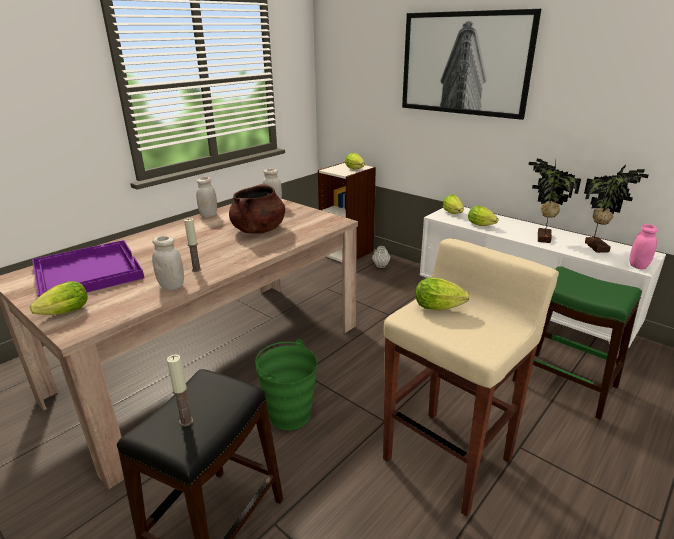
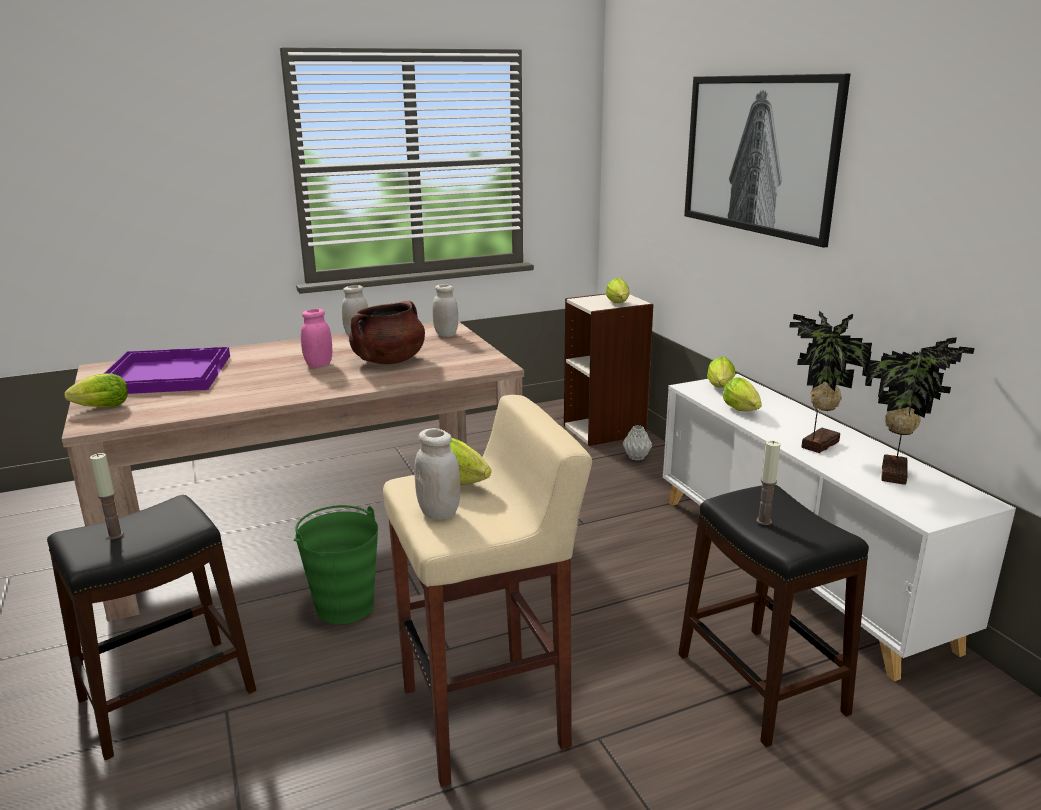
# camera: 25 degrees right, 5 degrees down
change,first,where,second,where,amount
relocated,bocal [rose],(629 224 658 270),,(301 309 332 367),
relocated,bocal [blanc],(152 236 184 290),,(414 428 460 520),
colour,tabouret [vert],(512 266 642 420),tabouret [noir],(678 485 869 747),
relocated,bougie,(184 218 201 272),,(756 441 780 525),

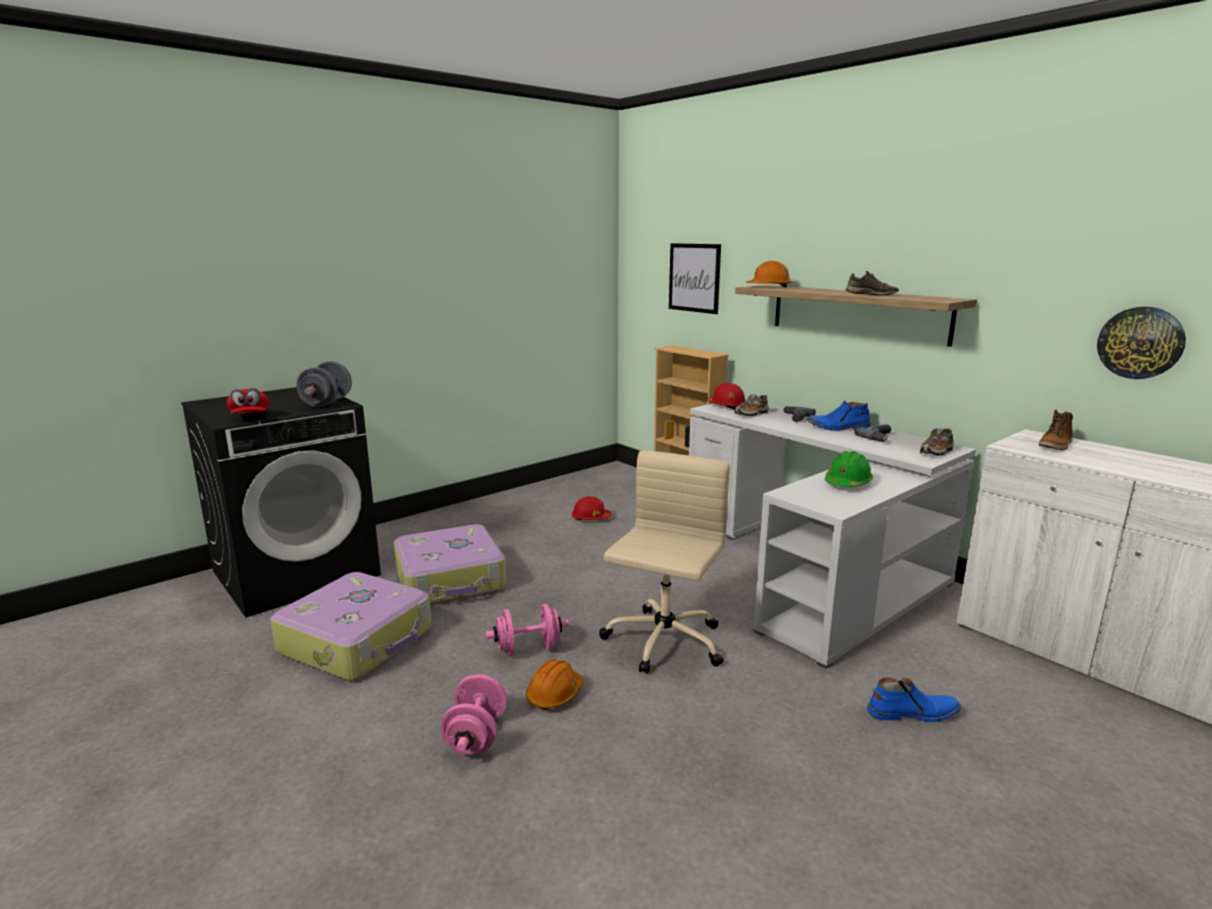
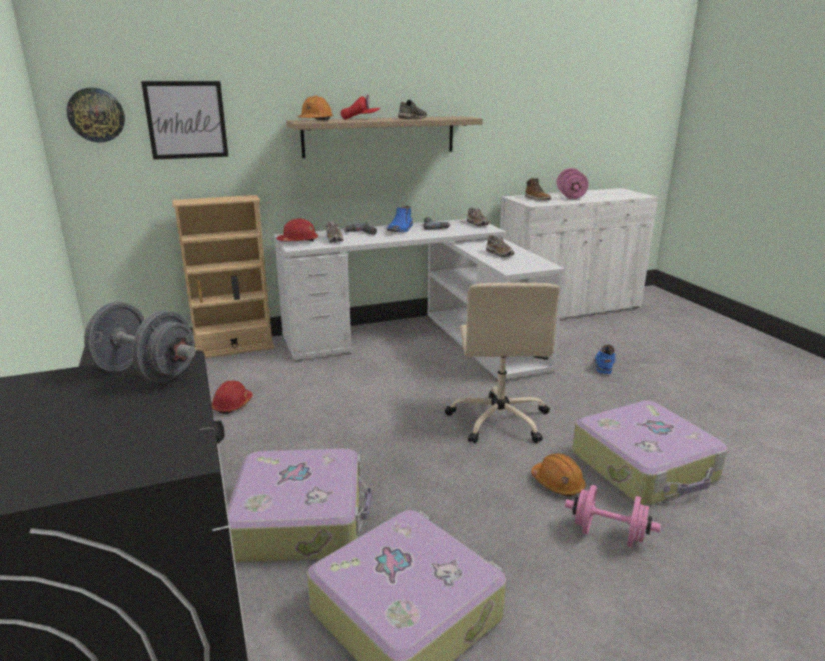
# camera: 70 degrees left, 5 degrees up
change,first,where,second,where,amount
relocated,horloge murale,(1097 306 1186 379),,(67 88 125 142),
relocated,casquette [rouge],(227 388 269 413),,(341 95 381 120),
spun,chaise de bureau [beige],(599 450 730 674),,(445 283 560 443),135 degrees counterclockwise
exchanged,casque de chantier [vert],(825 451 873 487),chaussure,(486 235 514 258),
relocated,haltère [rose],(486 604 569 656),,(557 168 588 199),
appeared,,,valise,(572 400 728 506),

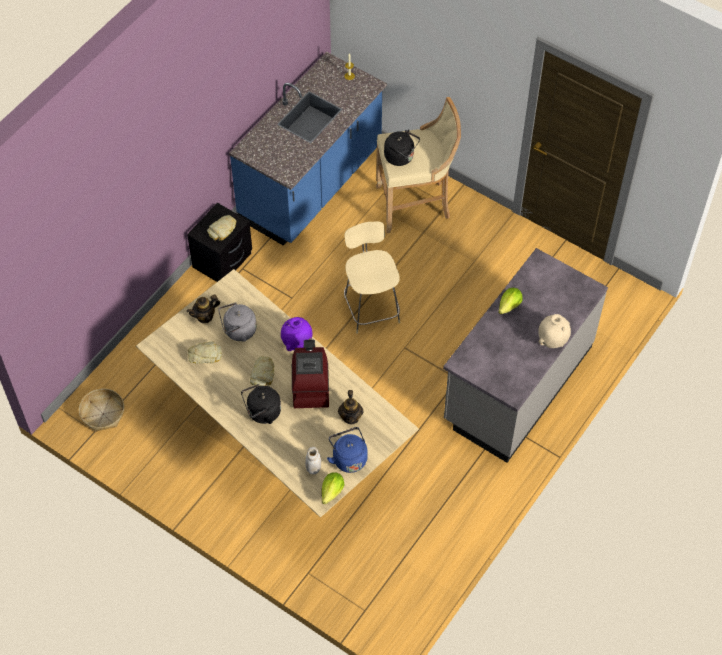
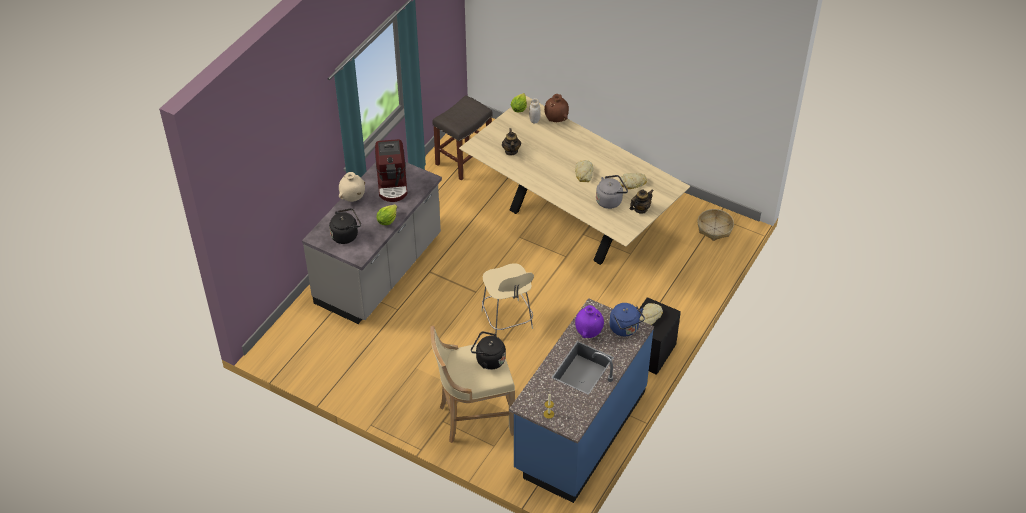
# camera: 175 degrees right, 10 degrees down
change,first,where,second,where,amount
relocated,bouilloire [noir],(241 384 281 424),,(329 208 361 244),
relocated,machine à café,(292 340 329 408),,(375 139 408 202),
appeared,,,tabouret [gris],(432 95 493 181),
appeared,,,vase [marron],(544 94 569 122),
relocated,vase [violet],(281 317 312 351),,(575 305 604 338),
relocated,bouilloire [bleu],(327 427 368 473),,(610 303 645 336),

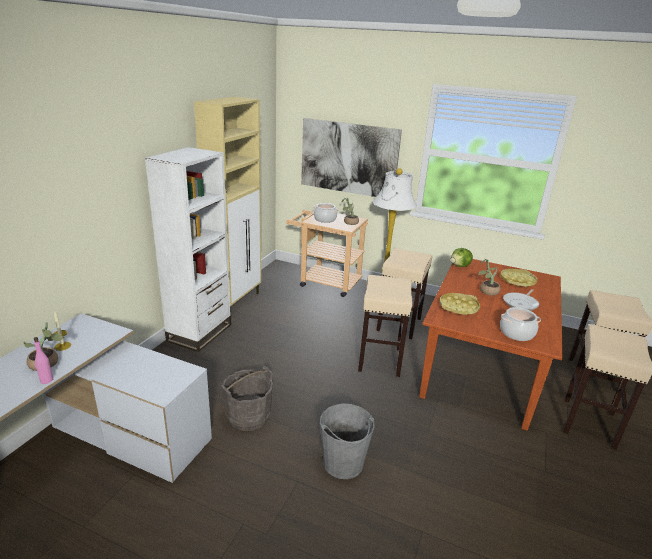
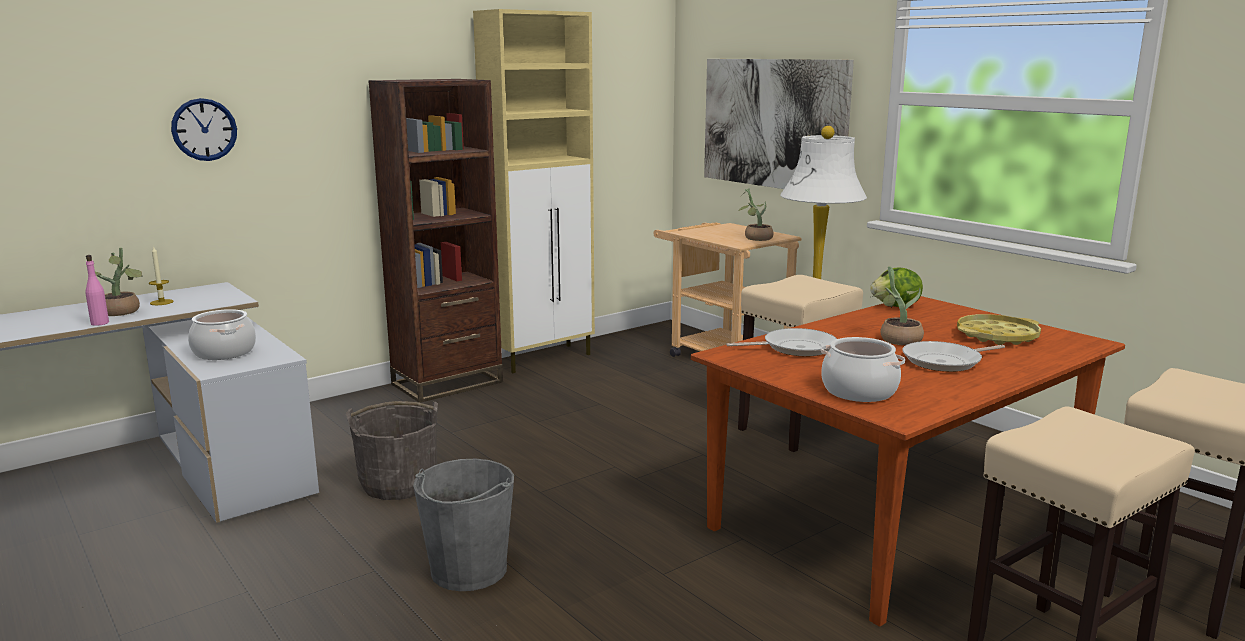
# camera: 30 degrees right, 10 degrees down
change,first,where,second,where,amount
appeared,,,horloge murale,(171 98 237 161),
relocated,marmite,(314 203 338 223),,(188 309 256 360),
colour,bibliothèque [blanc],(145 147 231 352),bibliothèque [marron],(368 79 503 403),
exchanged,plateau [jaune],(440 293 480 315),poêle,(726 328 837 356),
missing,tabouret [beige],(358 275 413 377),,,

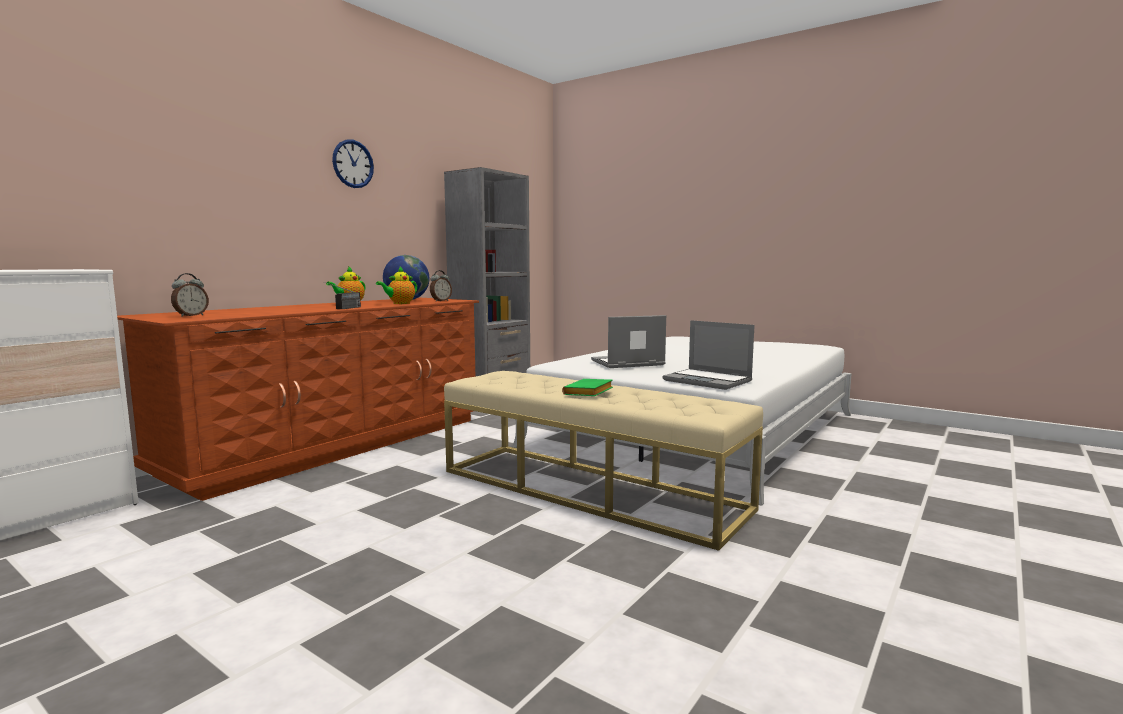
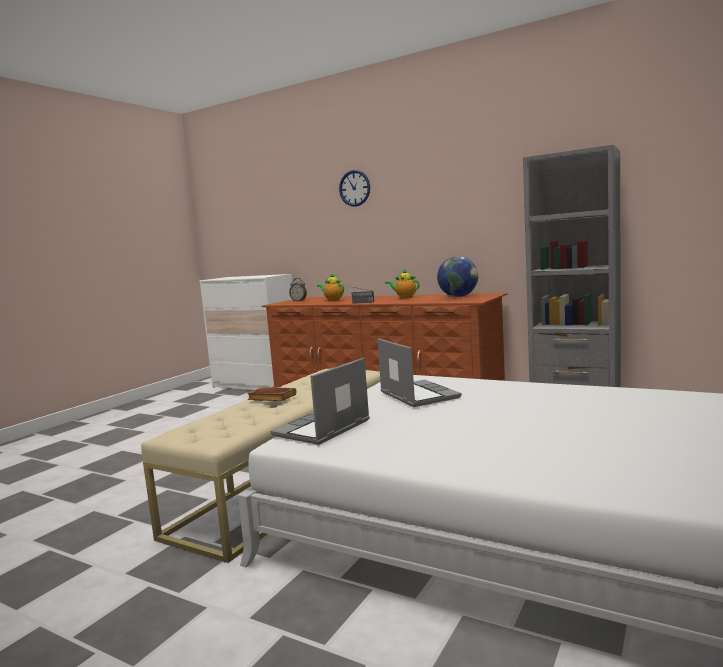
# camera: 85 degrees right, 0 degrees up
change,first,where,second,where,amount
colour,livre [vert],(562 379 613 396),livre [marron],(247 387 296 401),
relocated,théière,(376 267 417 304),,(317 273 344 301),
relocated,horloge murale,(332 140 374 188),,(339 170 370 207),
missing,réveil,(430 270 452 301),,,

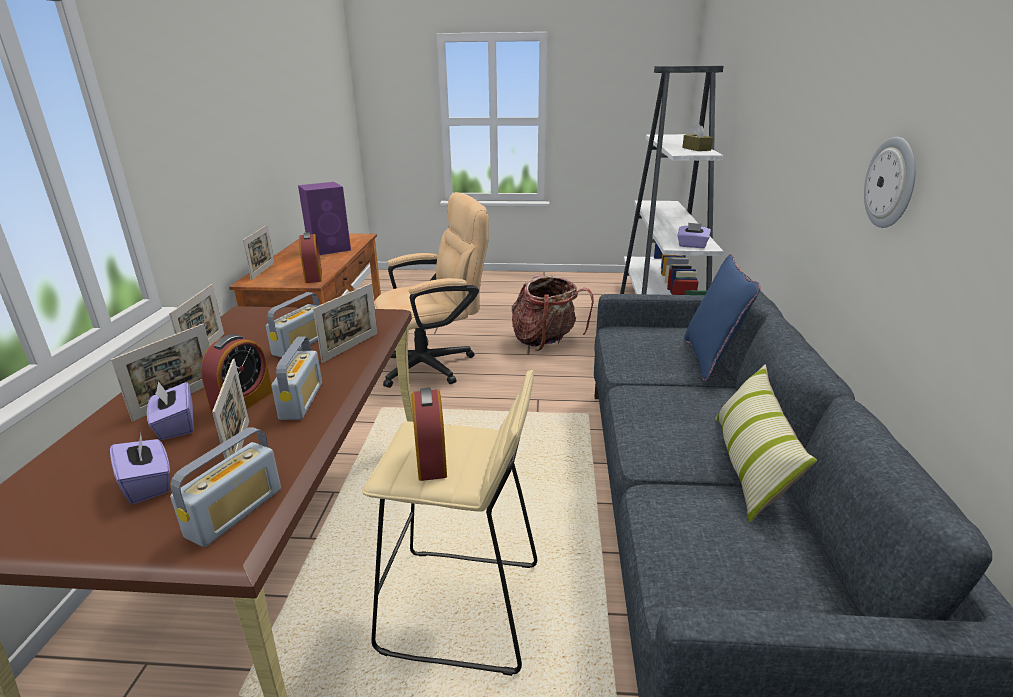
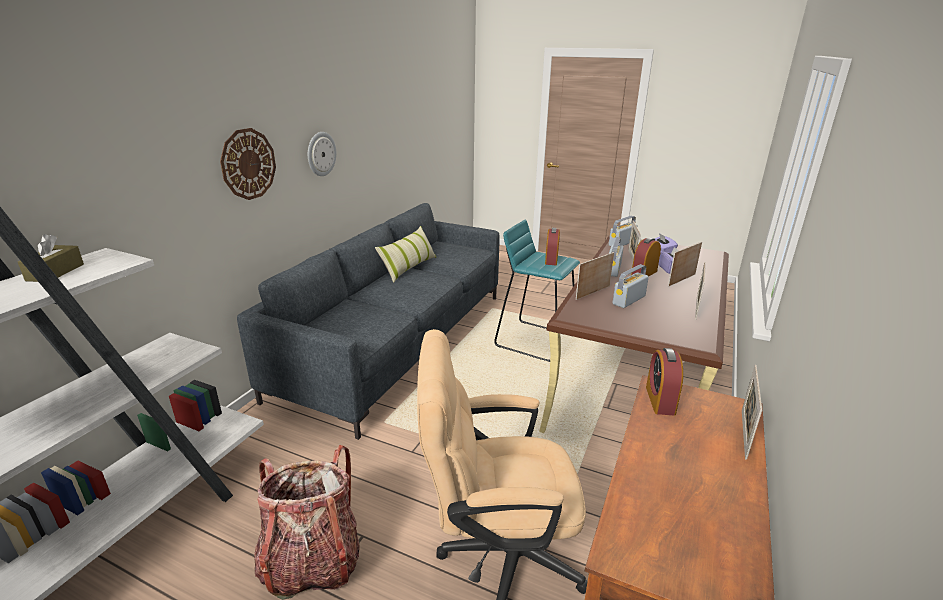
# camera: 160 degrees left, 0 degrees up
change,first,where,second,where,amount
appeared,,,horloge murale,(220 128 276 200),
colour,tabouret [beige],(362 370 537 676),tabouret [turquoise],(494 220 580 362),
missing,enceinte [violet],(298 182 351 255),,,
missing,boîte à mouchoirs [violet],(677 222 711 248),,,
missing,coussin [bleu],(684 254 761 381),,,

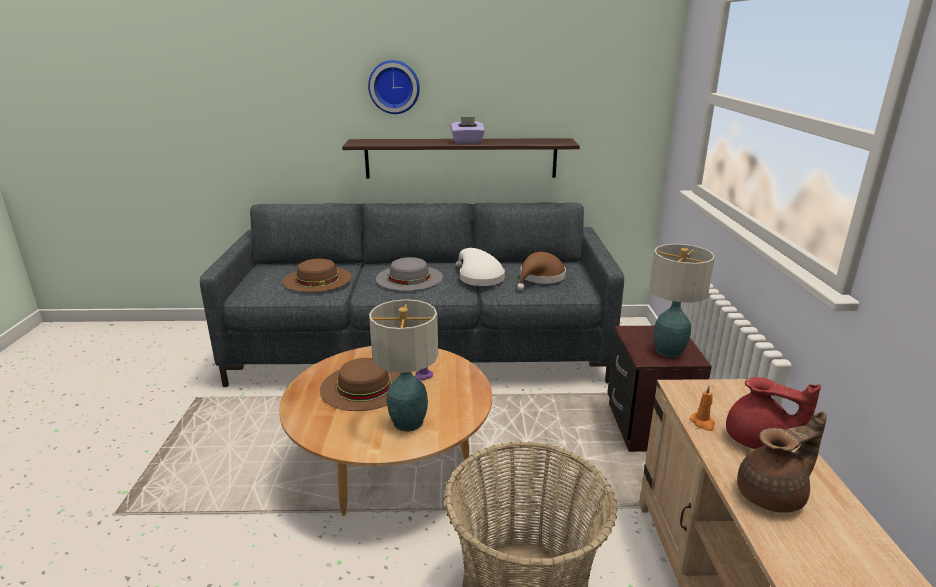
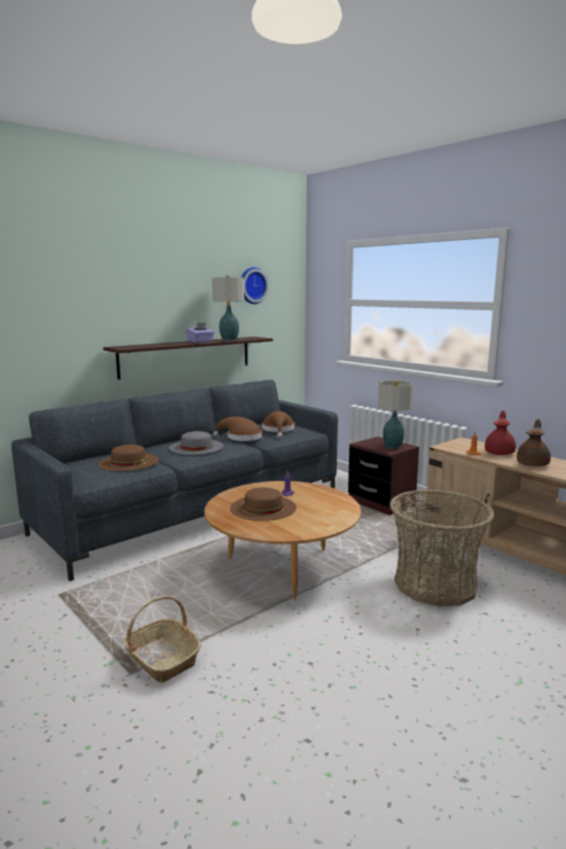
# camera: 40 degrees left, 10 degrees down
change,first,where,second,where,amount
appeared,,,panier,(123 596 201 683),
relocated,lampe de table,(369 299 438 432),,(212 275 244 341),
colour,chapeau [blanc],(456 248 505 286),chapeau [marron],(213 417 262 441),
relocated,horloge murale,(368 60 420 114),,(241 267 269 304),
spun,théière [rouge],(726 377 821 449),,(485 410 516 455),60 degrees counterclockwise

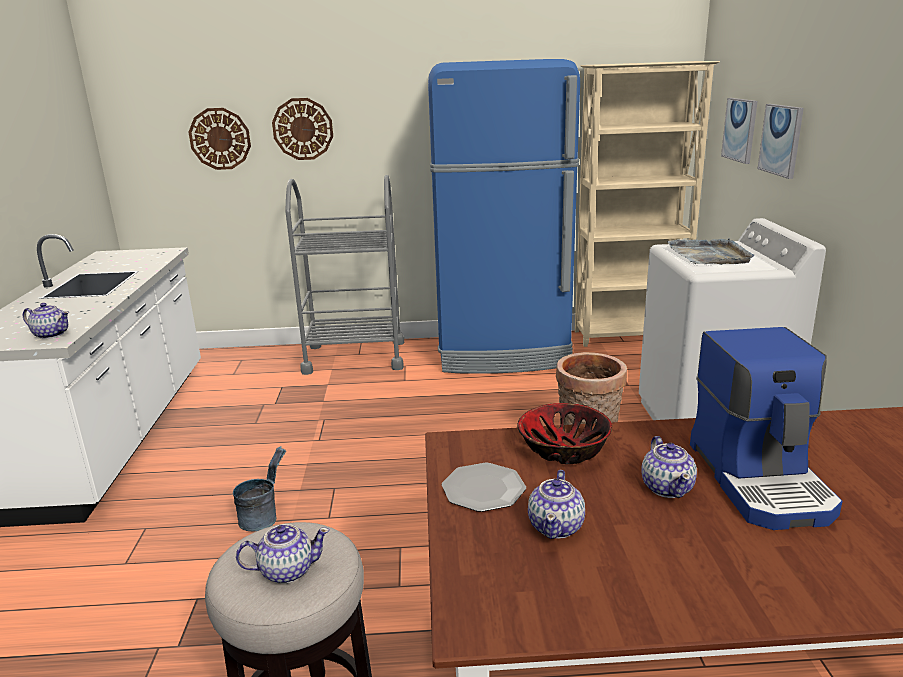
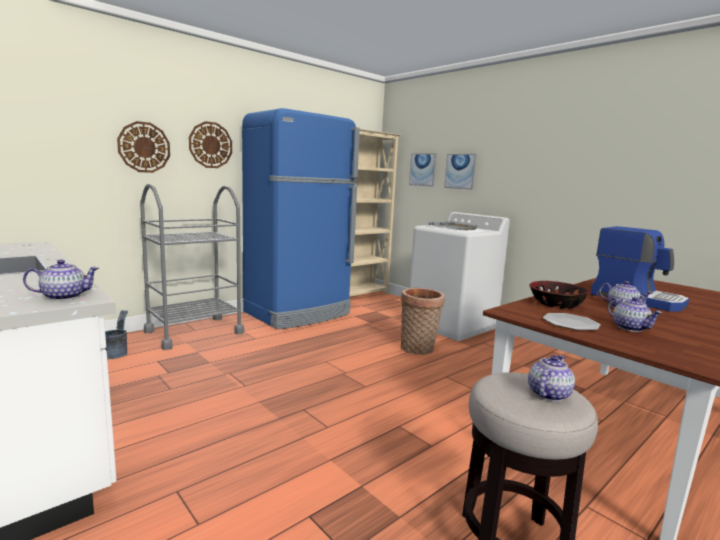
# camera: 40 degrees left, 10 degrees down
change,first,where,second,where,amount
relocated,seau [gris],(233 446 286 531),,(104 310 128 359),
relocated,horloge murale,(188 108 251 170),,(189 121 232 168),

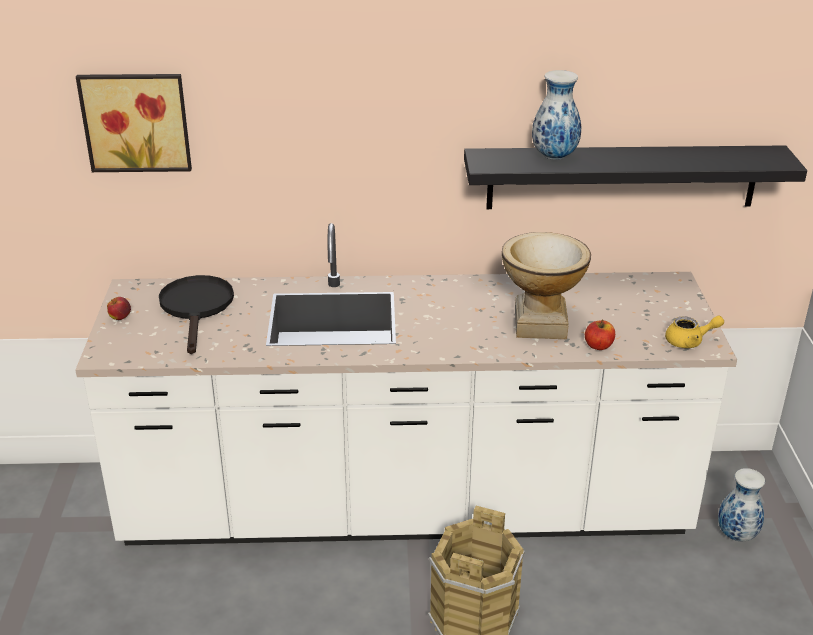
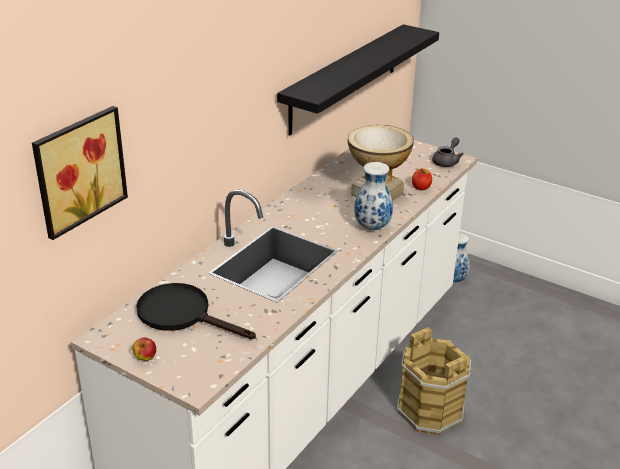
# camera: 55 degrees left, 0 degrees up
change,first,where,second,where,amount
relocated,vase,(532 70 581 160),,(354 162 393 231),
colour,théière [jaune],(665 316 724 348),théière [gris],(432 137 464 167),

